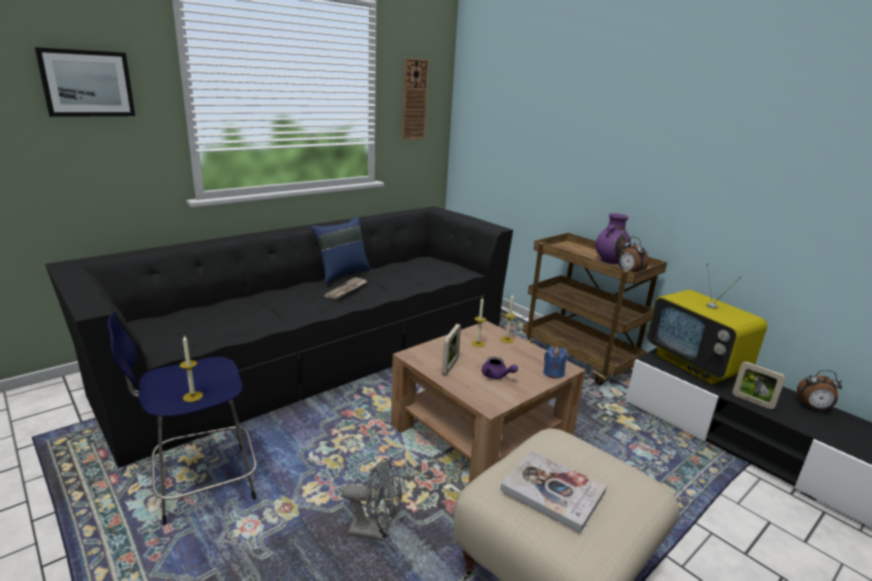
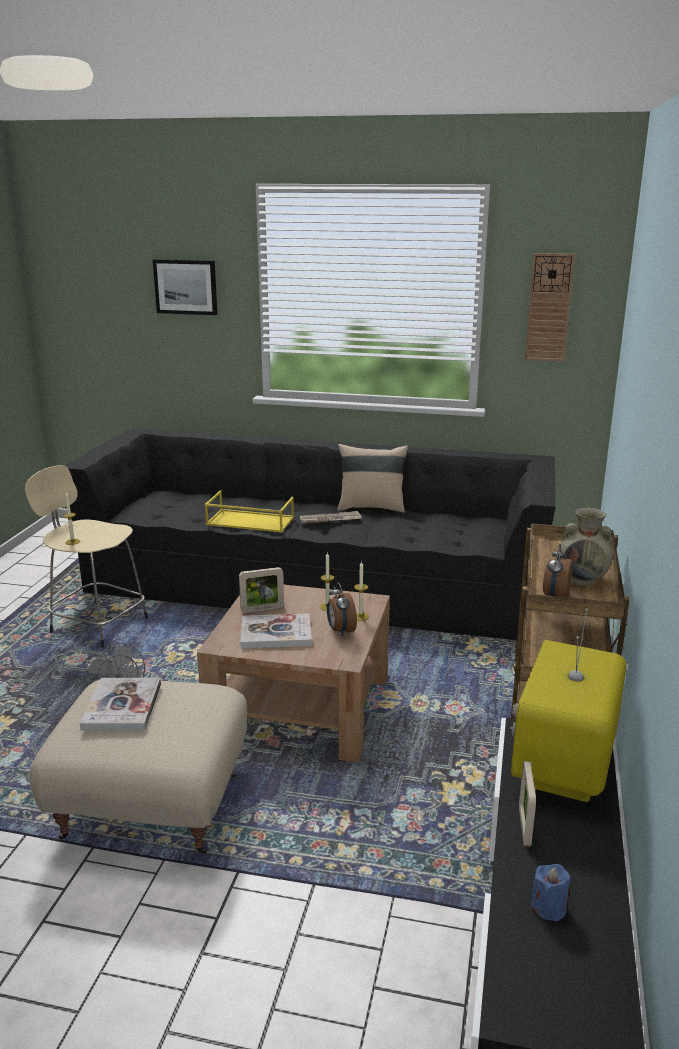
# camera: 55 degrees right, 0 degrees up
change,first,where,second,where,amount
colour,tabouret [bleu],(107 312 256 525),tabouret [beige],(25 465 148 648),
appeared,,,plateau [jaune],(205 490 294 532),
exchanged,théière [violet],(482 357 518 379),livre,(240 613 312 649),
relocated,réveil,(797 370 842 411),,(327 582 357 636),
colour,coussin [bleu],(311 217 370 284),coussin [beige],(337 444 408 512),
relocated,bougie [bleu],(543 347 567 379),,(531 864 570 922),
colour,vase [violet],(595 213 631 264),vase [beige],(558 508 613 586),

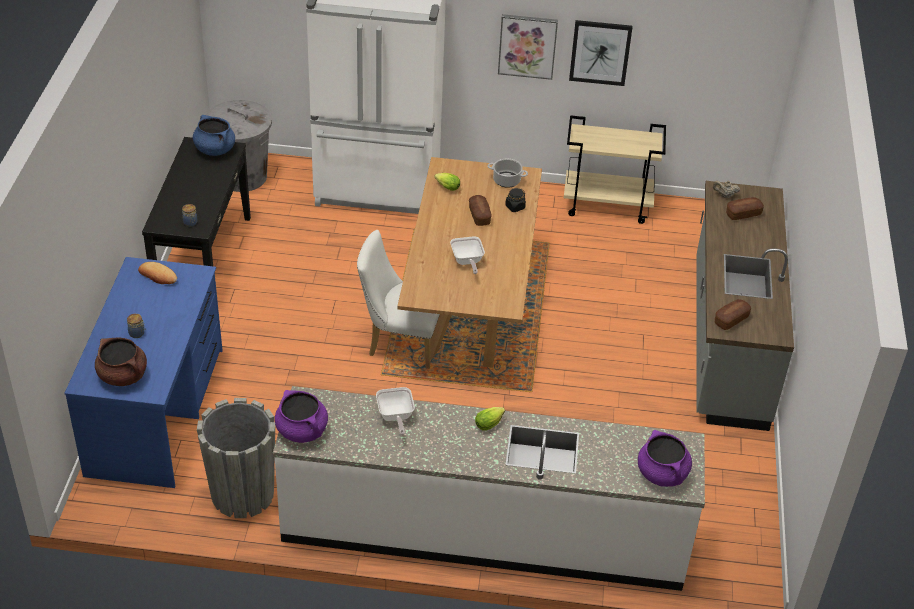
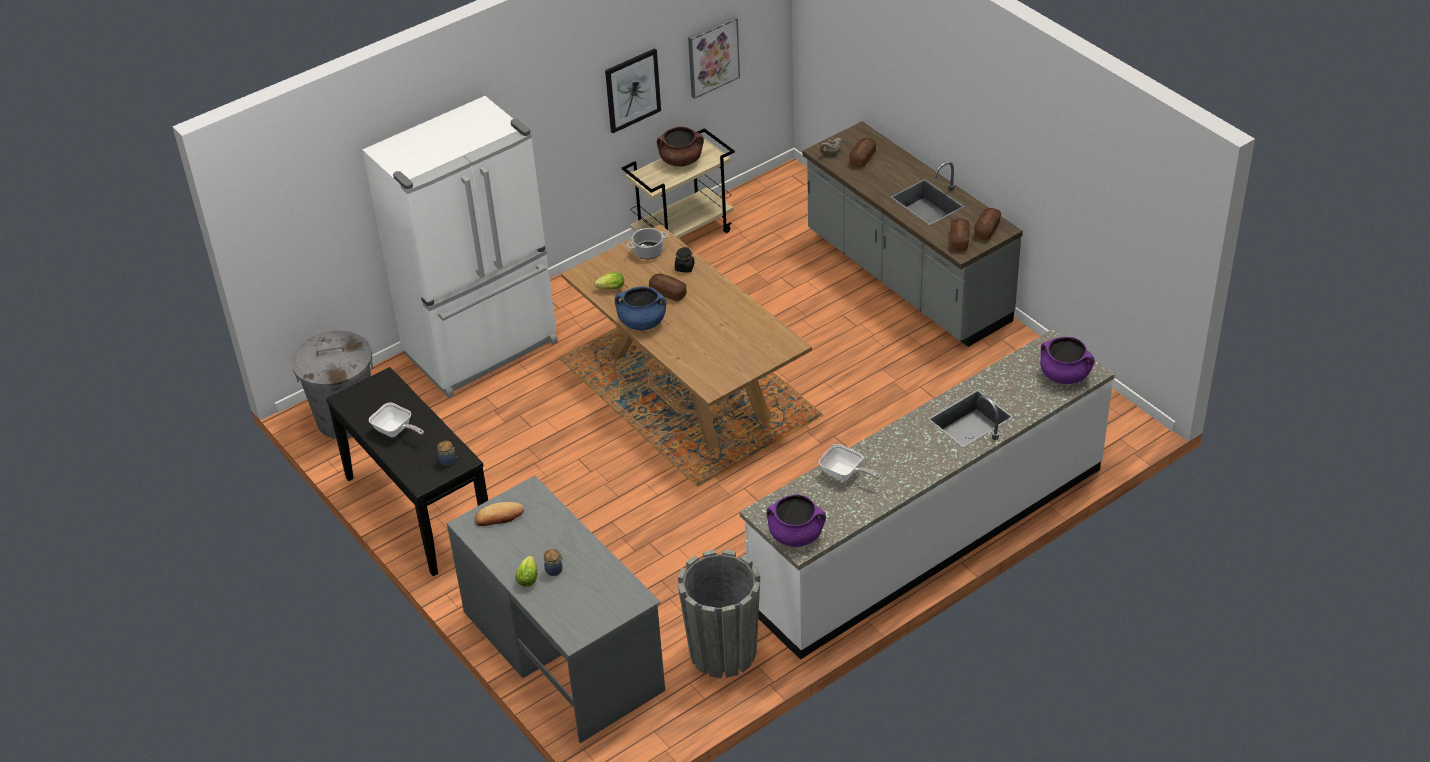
# camera: 40 degrees left, 0 degrees up
change,first,where,second,where,amount
relocated,poêle,(450 236 485 274),,(369 403 424 437),
colour,bureau [bleu],(65 257 223 488),bureau [gris],(447 475 665 743),
relocated,laitue,(475 407 505 431),,(515 556 538 587),
relocated,marmite [bleu],(193 115 235 156),,(615 286 666 330),
relocated,marmite [marron],(95 337 147 386),,(657 127 704 167),
relocated,tableau,(498 14 558 80),,(688 16 740 99),
appeared,,,pain,(974 208 1001 240),
missing,chaise [blanc],(357 230 440 369),,,

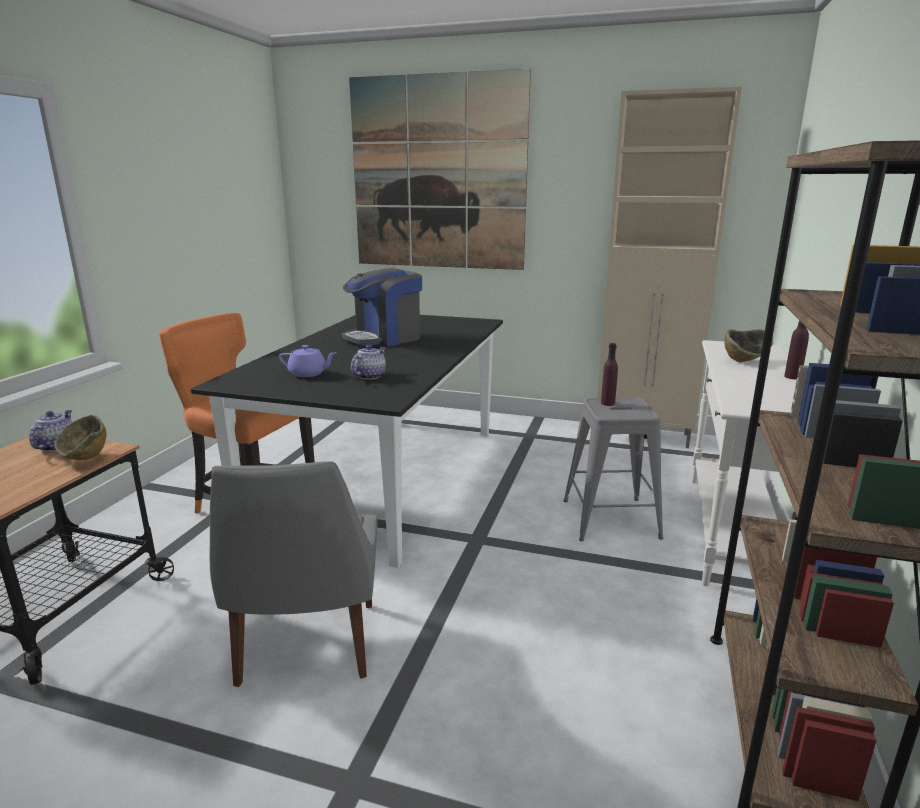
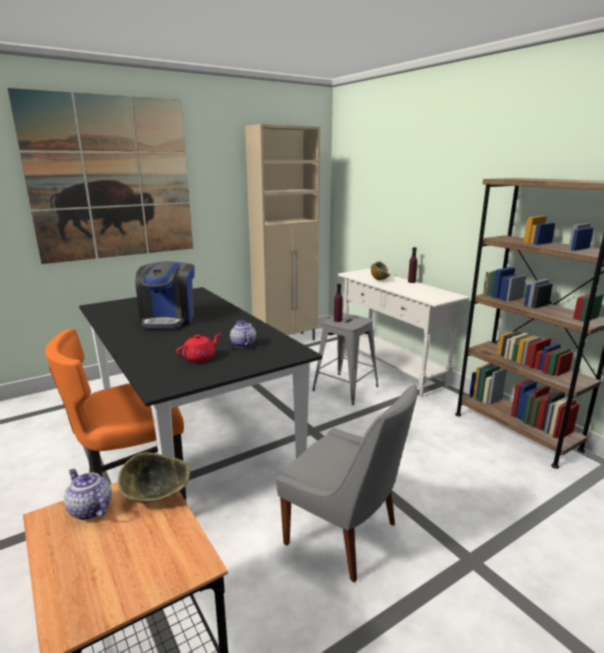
# camera: 50 degrees left, 0 degrees up
change,first,where,second,where,amount
colour,théière [violet],(279 345 337 377),théière [rouge],(176 333 221 362),

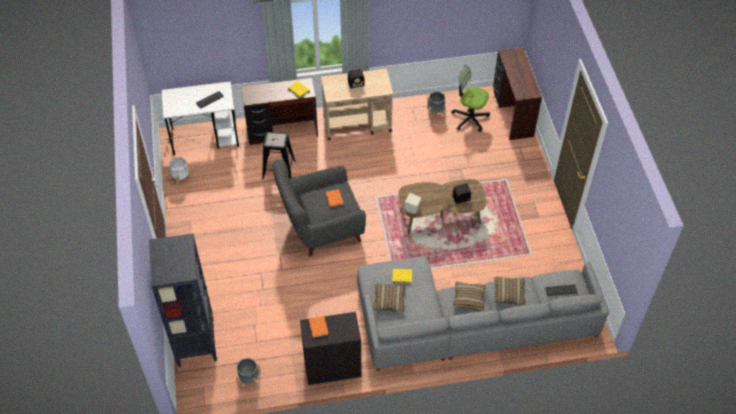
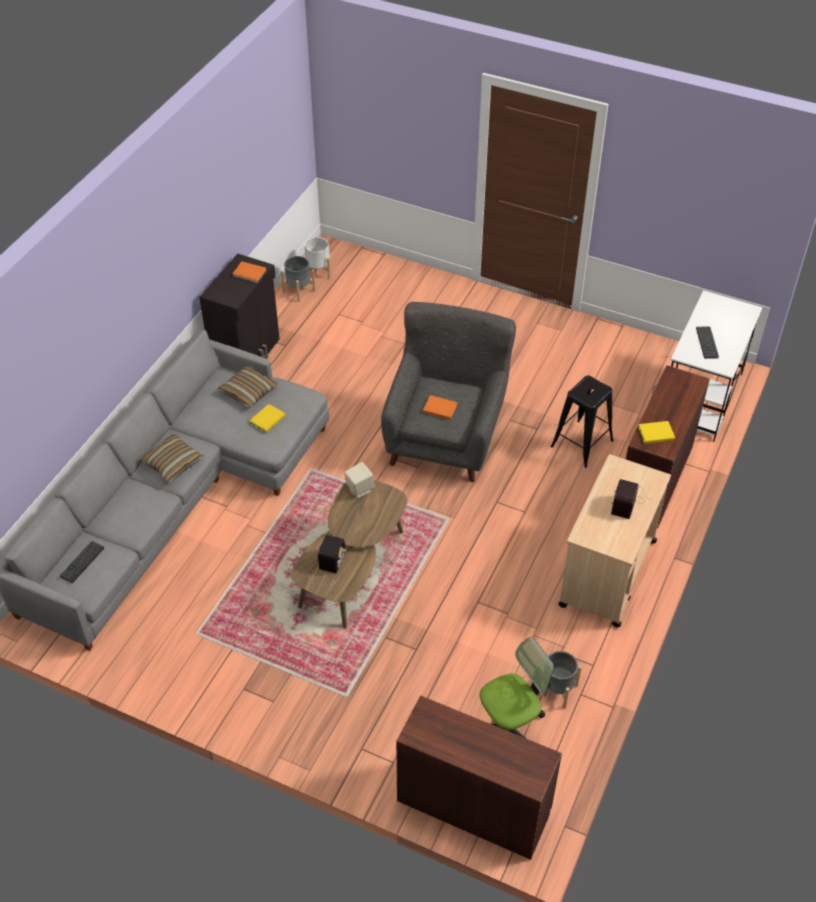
# camera: 125 degrees right, 5 degrees down
change,first,where,second,where,amount
relocated,cache-pot [blanc],(167 157 193 188),,(304 237 331 279),
missing,bibliothèque [noir],(149 233 217 367),,,
missing,coussin,(494 277 525 305),,,

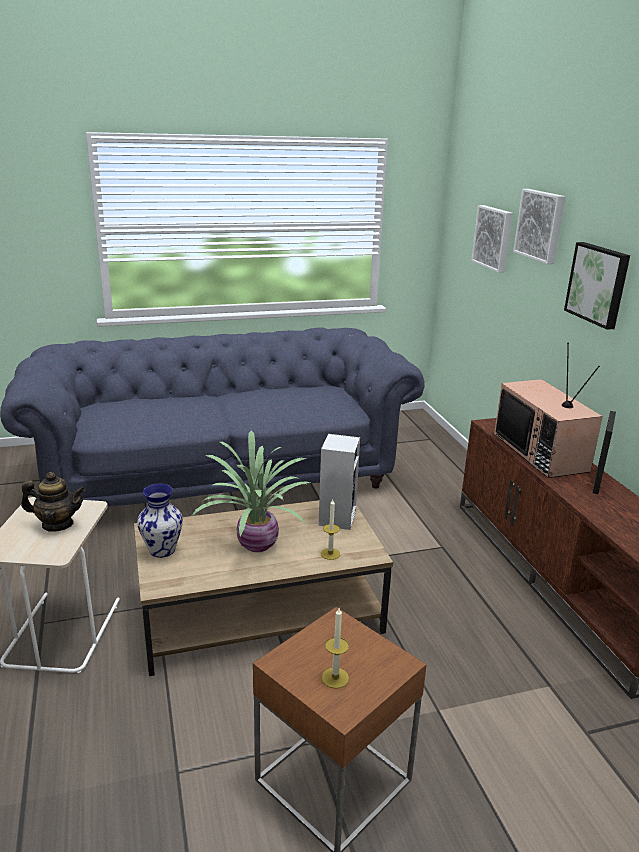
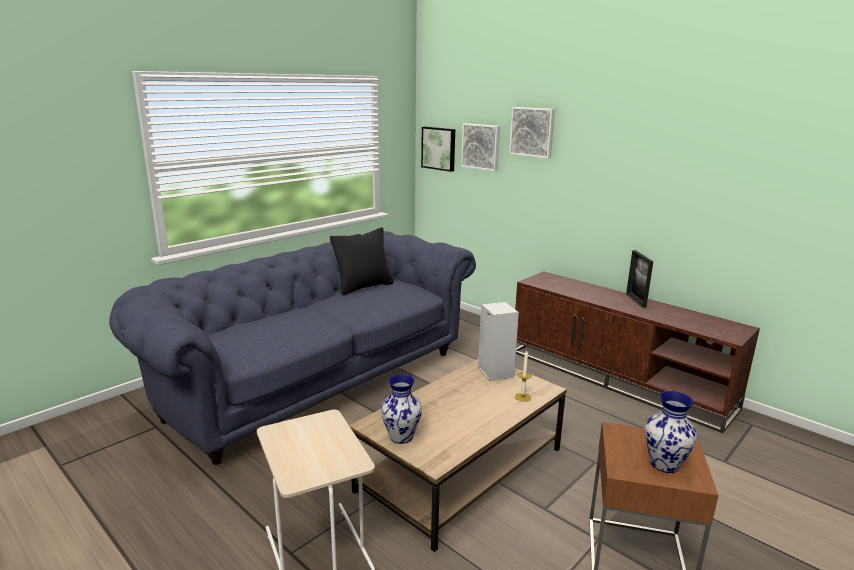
# camera: 30 degrees left, 5 degrees down
change,first,where,second,where,amount
appeared,,,coussin [noir],(330 227 393 295),
relocated,tableau,(564 242 630 330),,(421 127 455 172),
exchanged,bougie,(322 608 349 689),vase,(645 391 697 473),
missing,théière,(21 472 85 532),,,
missing,plante en pot,(192 431 310 552),,,
missing,téléviseur,(494 343 603 478),,,

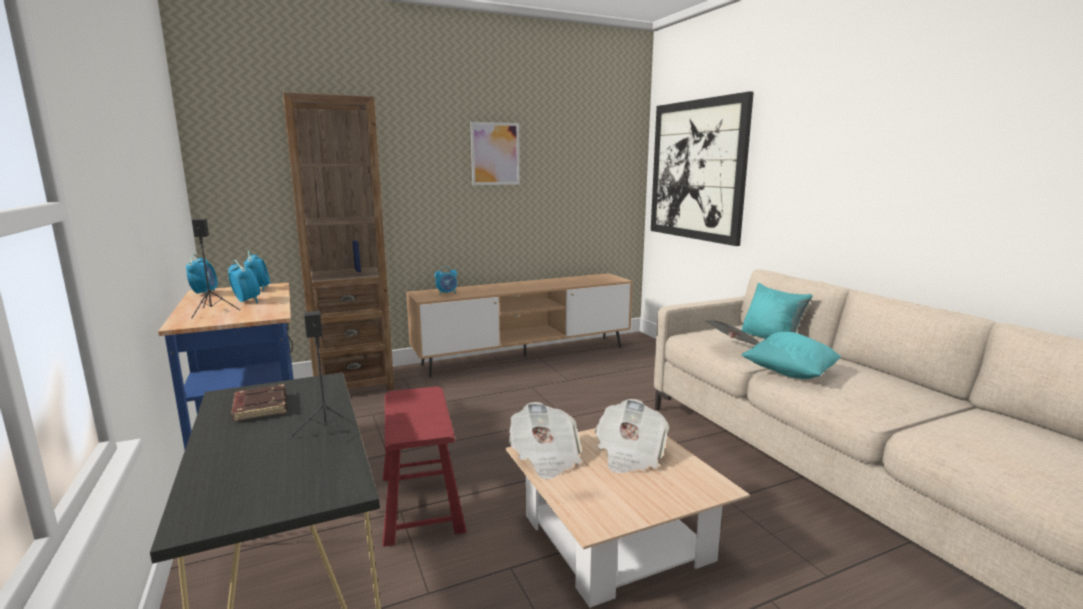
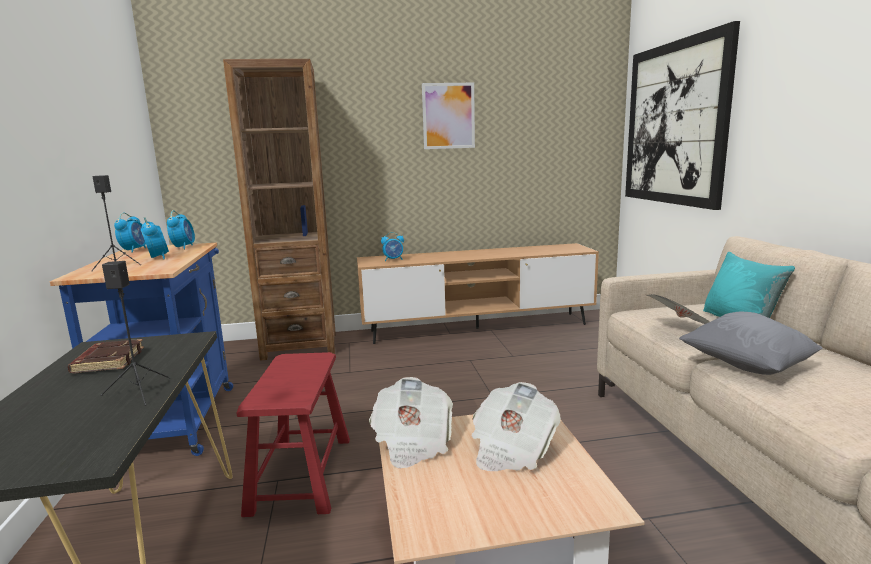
# camera: 15 degrees right, 0 degrees up
change,first,where,second,where,amount
colour,coussin [turquoise],(742 332 841 379),coussin [gris],(679 312 823 375),

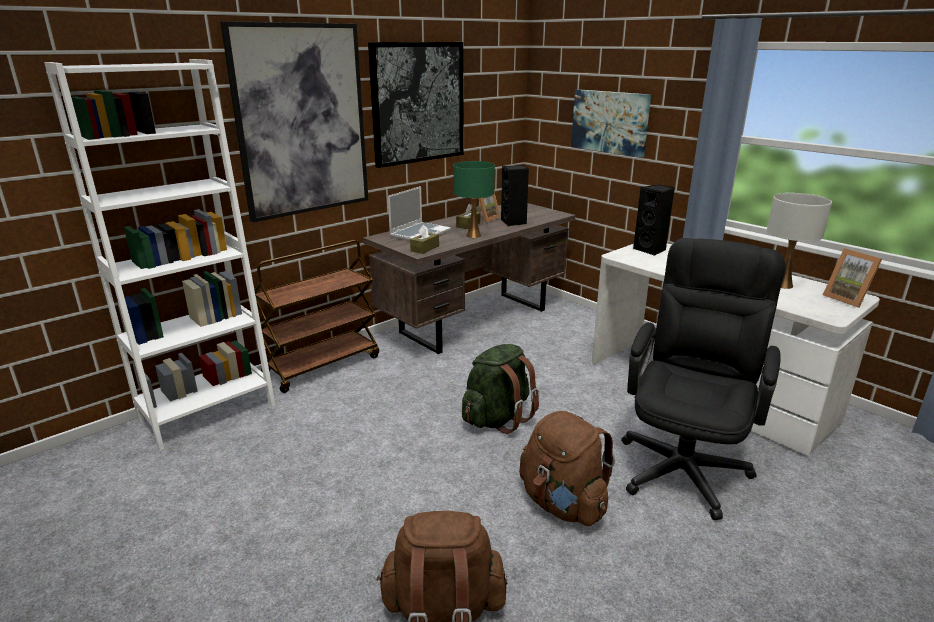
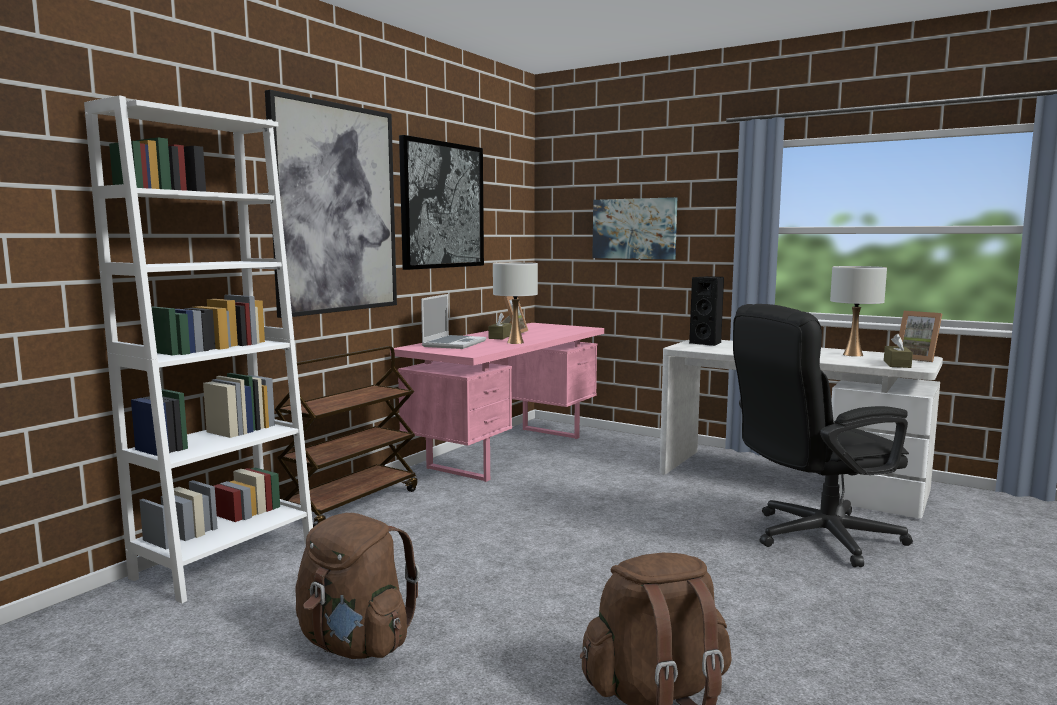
# camera: 15 degrees left, 15 degrees down
change,first,where,second,where,amount
relocated,sac à dos [marron],(519 411 615 526),,(295 513 420 659),
colour,bureau [marron],(363 203 575 354),bureau [rose],(390 323 604 482),
colour,lampe de table [vert],(453 161 495 238),lampe de table [blanc],(493 262 538 344),
spun,chaise de bureau [noir],(621 238 785 520),,(733 304 913 567),120 degrees counterclockwise
relocated,boîte à mouchoirs [marron],(410 225 439 254),,(884 334 913 368),
missing,sac à dos [vert],(462 344 539 434),,,
missing,enceinte [noir],(501 165 529 226),,,

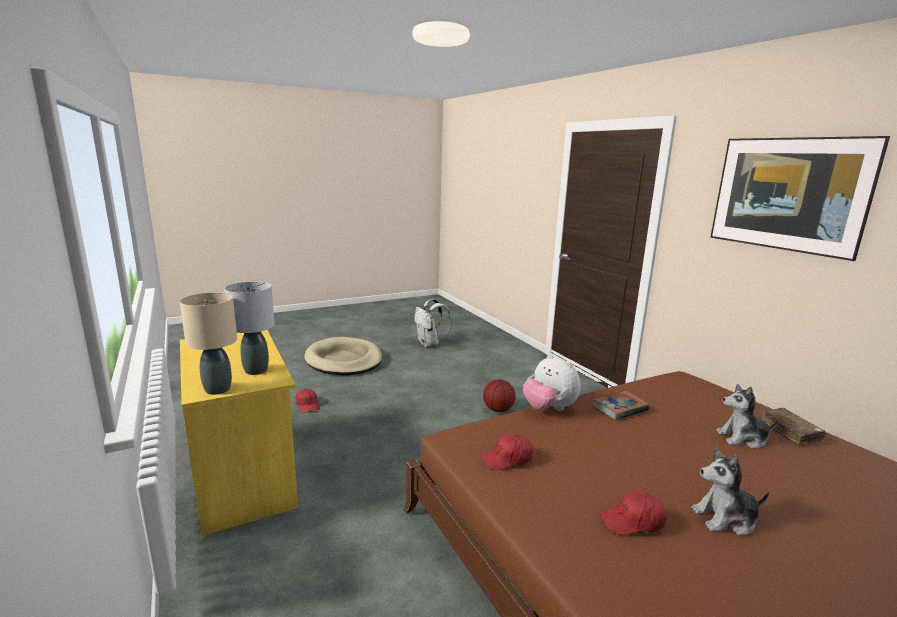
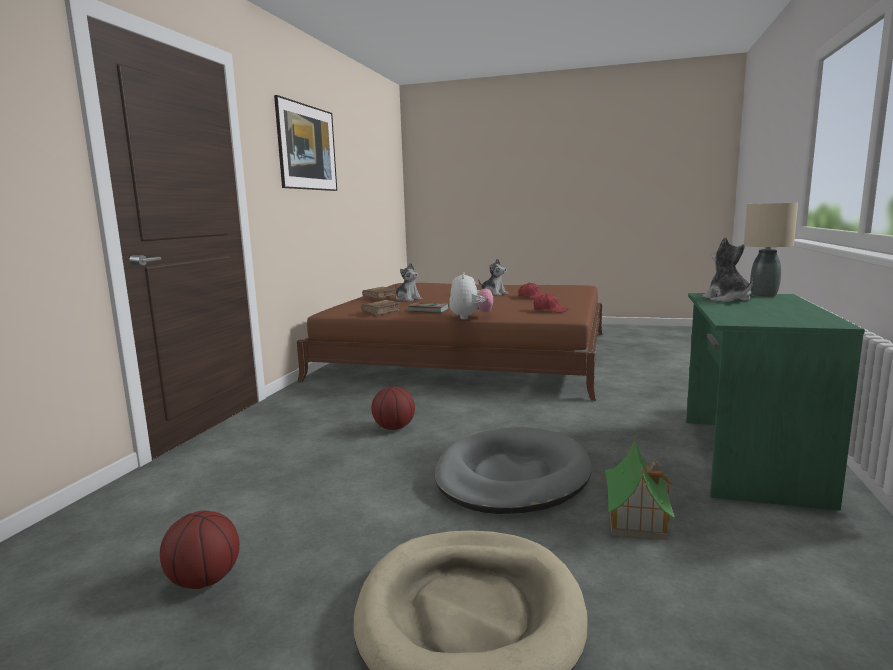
# camera: 135 degrees left, 5 degrees down
change,first,where,second,where,amount
exchanged,sac à dos [blanc],(414 299 452 347),ballon de basket,(160 510 240 589),
appeared,,,livre [marron],(361 300 401 315),
appeared,,,panier pour chien [gris],(434 427 592 514),
exchanged,casquette [rouge],(295 389 320 413),maison miniature,(599 435 675 540),
colour,bureau [jaune],(180 330 298 536),bureau [vert],(686 293 865 511),
exchanged,lampe de table [gris],(224 281 275 375),peluche,(702 237 753 302),

